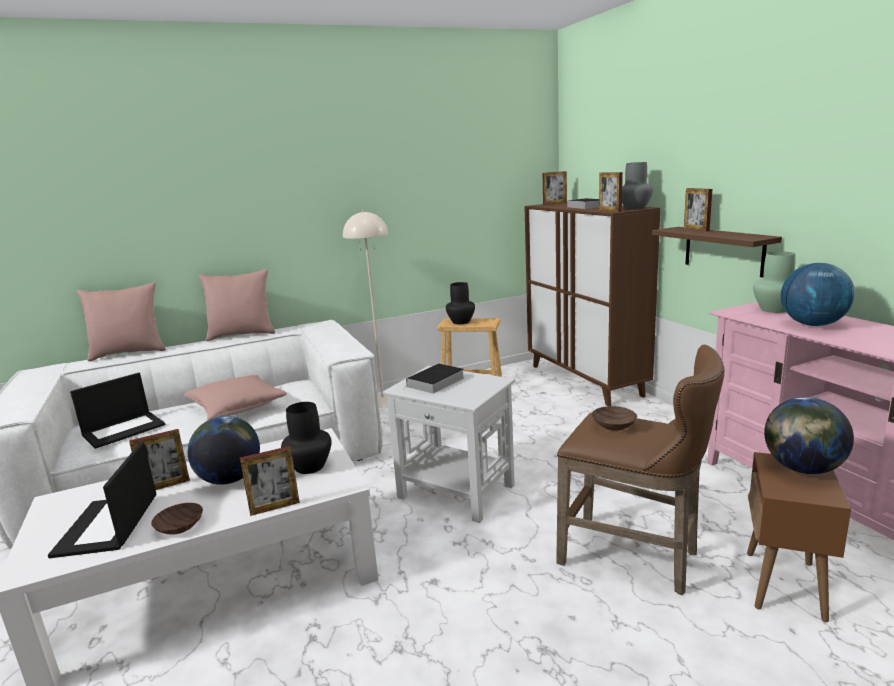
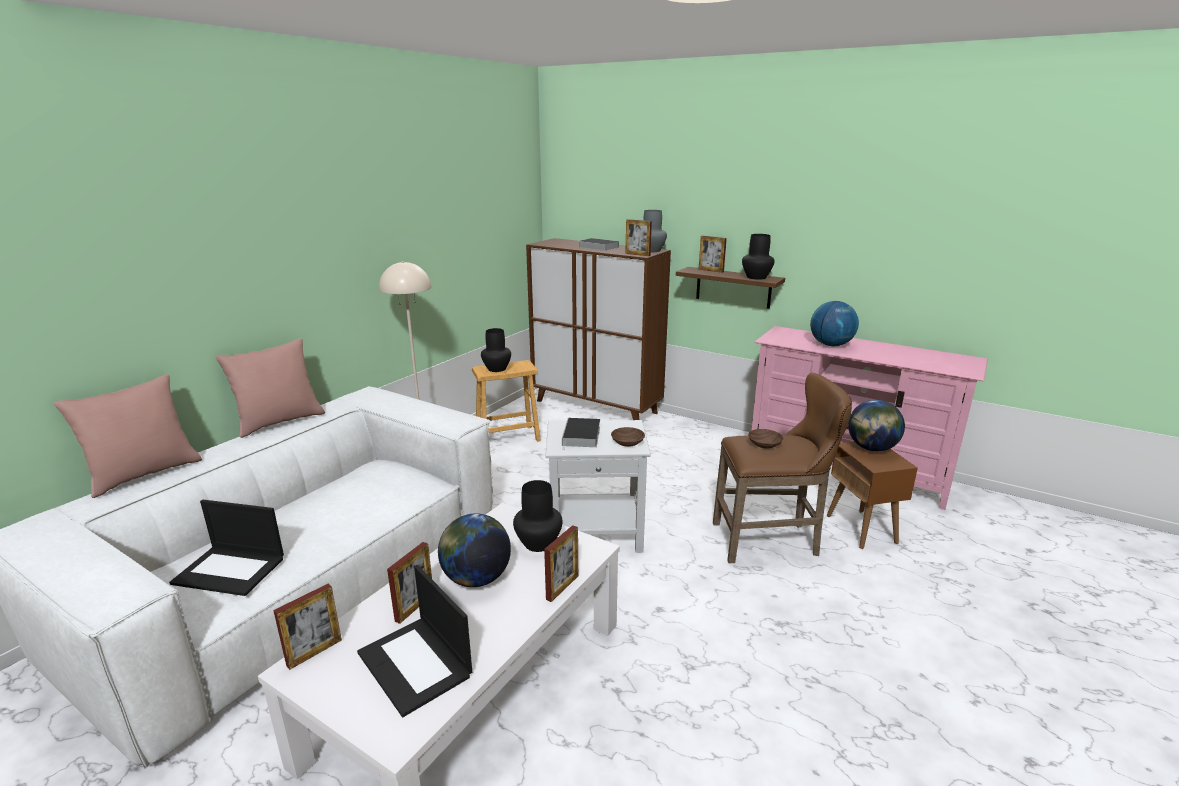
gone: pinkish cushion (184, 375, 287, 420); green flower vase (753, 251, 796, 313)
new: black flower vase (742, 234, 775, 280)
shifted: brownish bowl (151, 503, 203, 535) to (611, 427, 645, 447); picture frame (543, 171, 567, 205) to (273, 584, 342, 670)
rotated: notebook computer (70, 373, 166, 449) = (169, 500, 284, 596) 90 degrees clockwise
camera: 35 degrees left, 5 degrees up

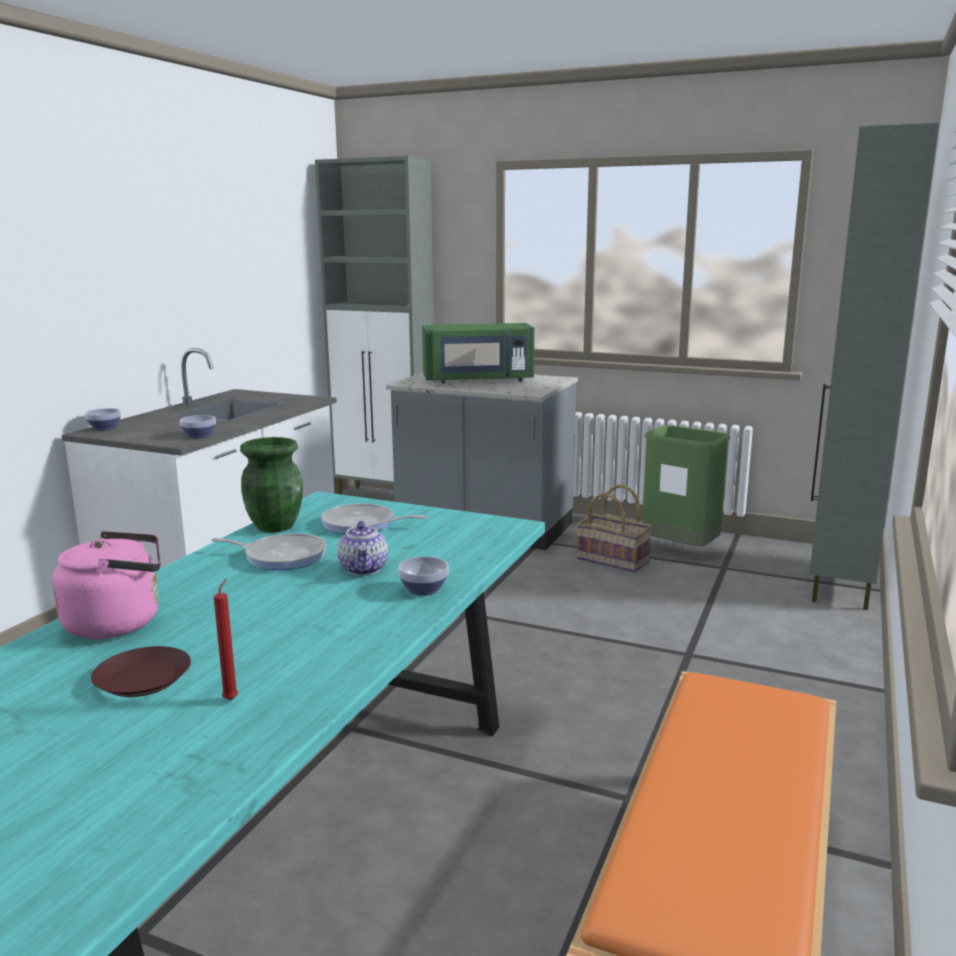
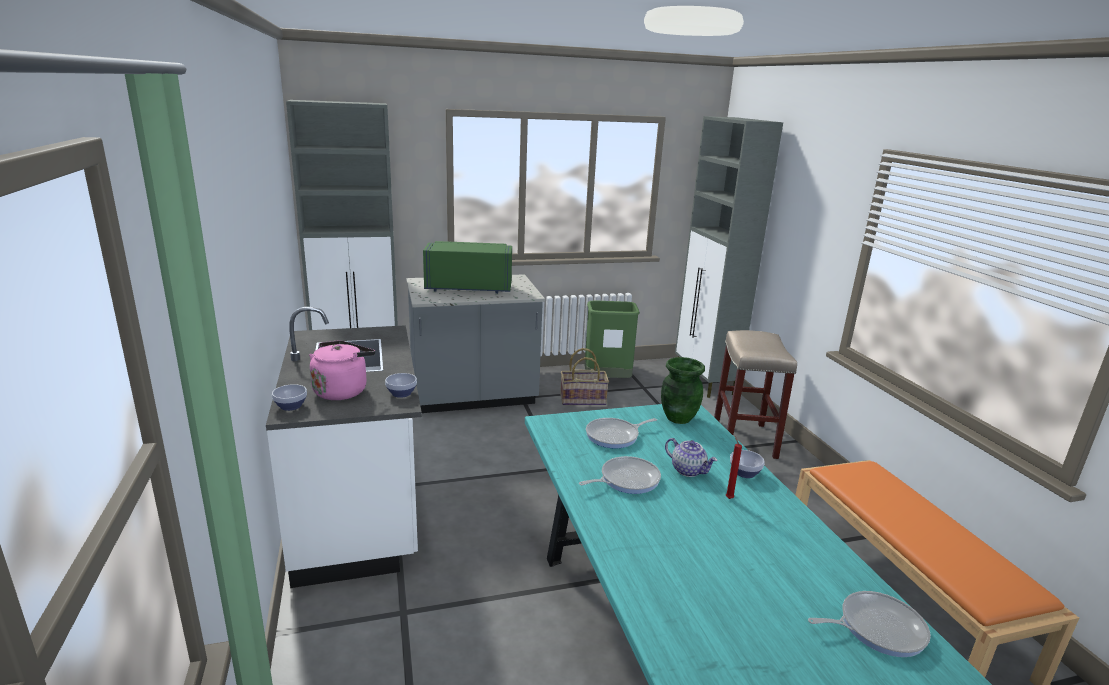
gone: brownish dinner plate (91, 646, 191, 697)
new: beige-coloured stool (714, 330, 797, 459); skillet (808, 591, 931, 657)
shifted: pinkish water kettle (52, 531, 161, 639) to (309, 340, 375, 400); red-coloured wax candle (214, 578, 238, 700) to (726, 436, 742, 499); green flower vase (240, 437, 303, 533) to (661, 357, 705, 424)
rotated: green kitchen microwave (422, 323, 534, 384) = (423, 241, 512, 294) 135 degrees counterclockwise
camera: 40 degrees left, 5 degrees up

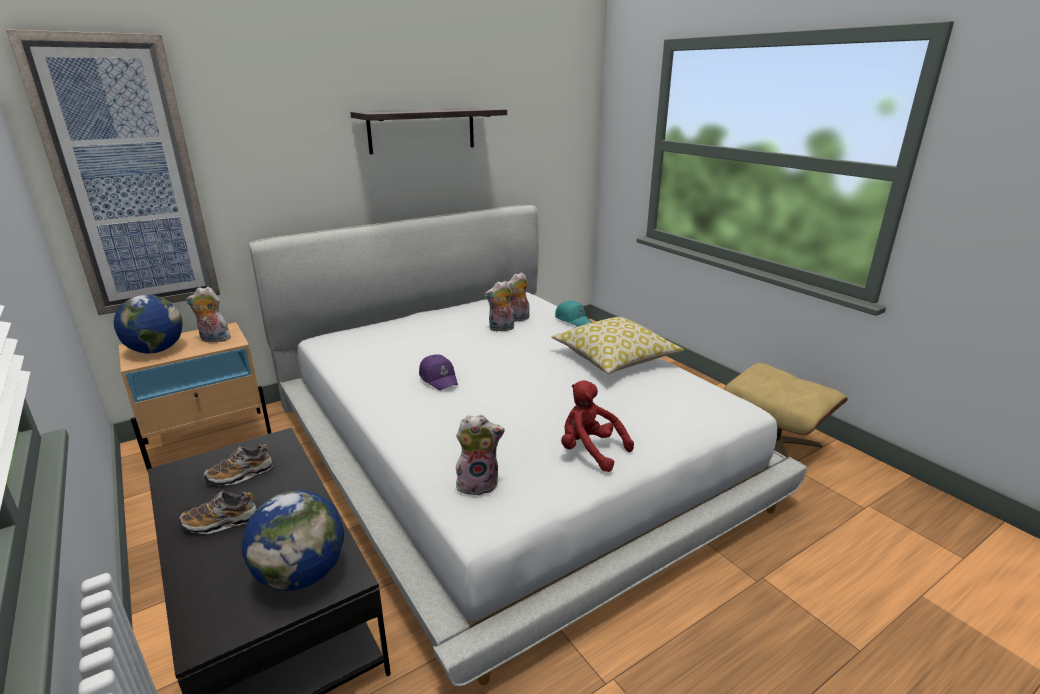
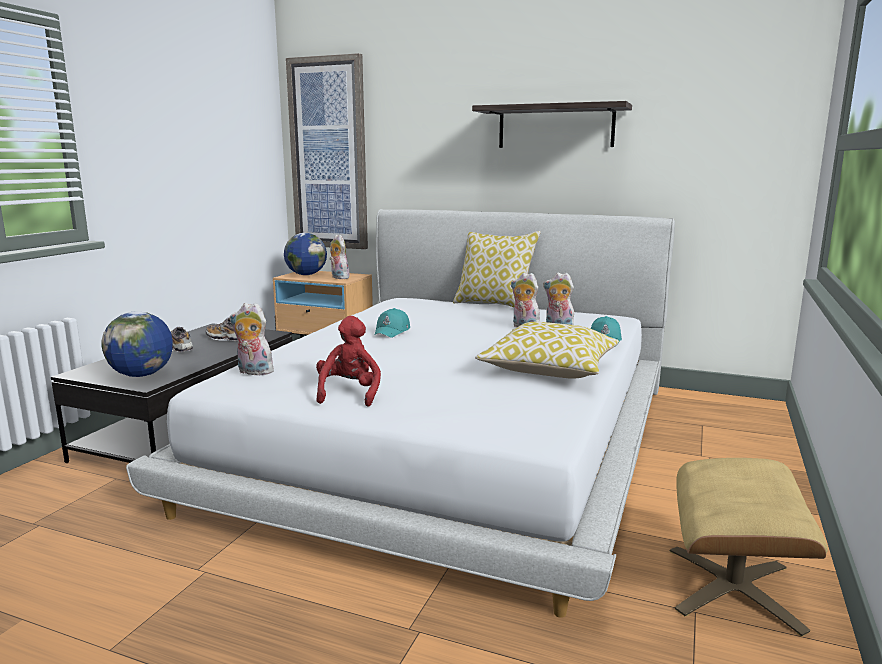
new: cushion (453, 231, 541, 308)
repainted: purple peaked cap (419, 354, 458, 390) to turquoise peaked cap (374, 308, 410, 338)
rotated: cuddly toy (456, 415, 505, 496) = (230, 303, 274, 375) 150 degrees clockwise
camera: 55 degrees right, 10 degrees down

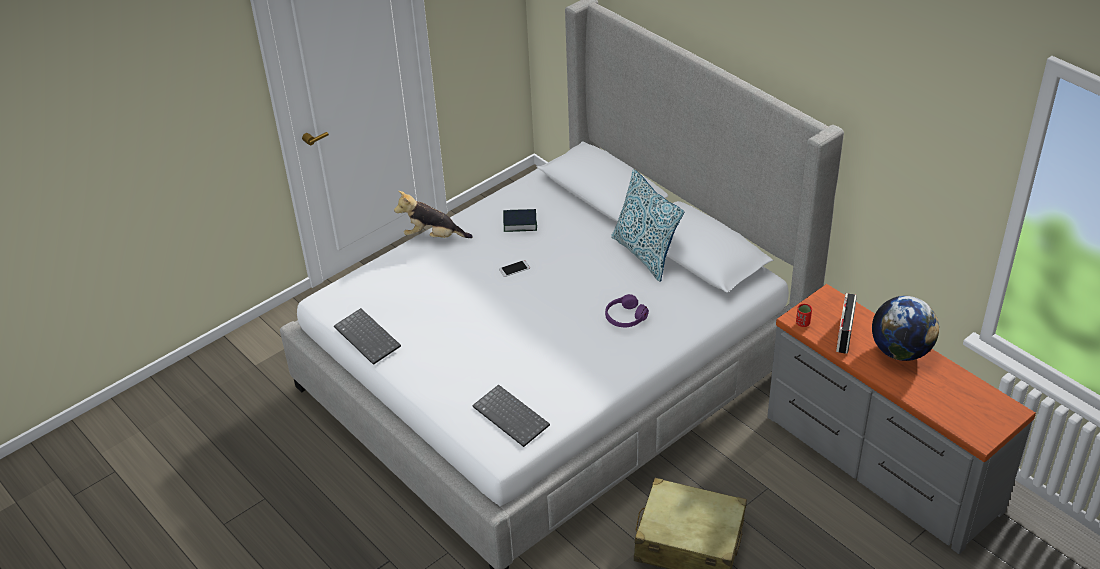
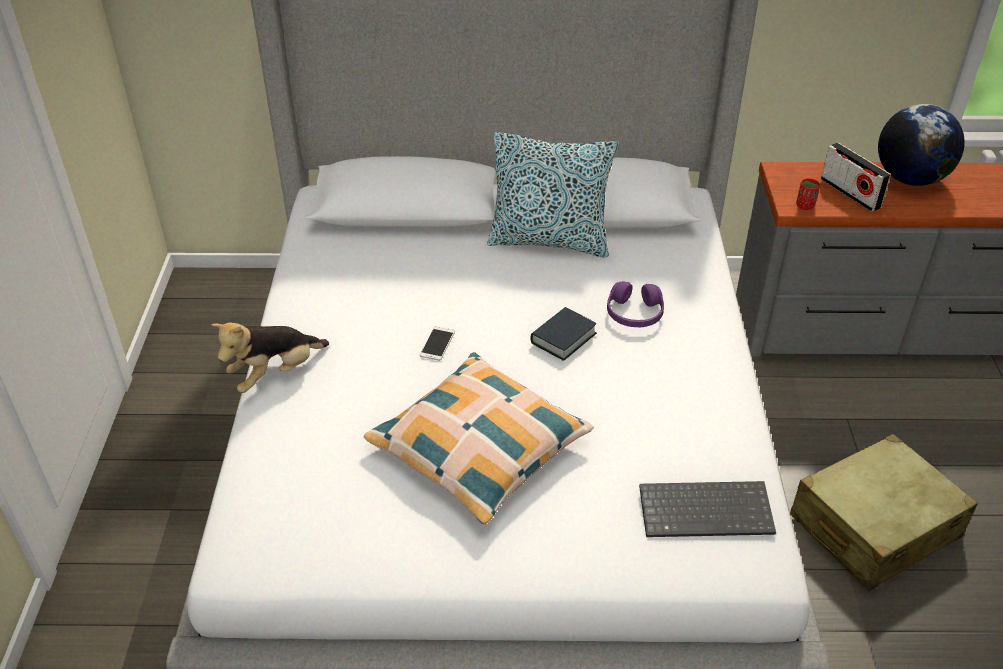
gone: PC keyboard (334, 308, 401, 365)
new: cushion (364, 352, 594, 525)
shifted: bound book (503, 209, 537, 232) to (530, 307, 597, 361)
camera: 50 degrees left, 0 degrees up

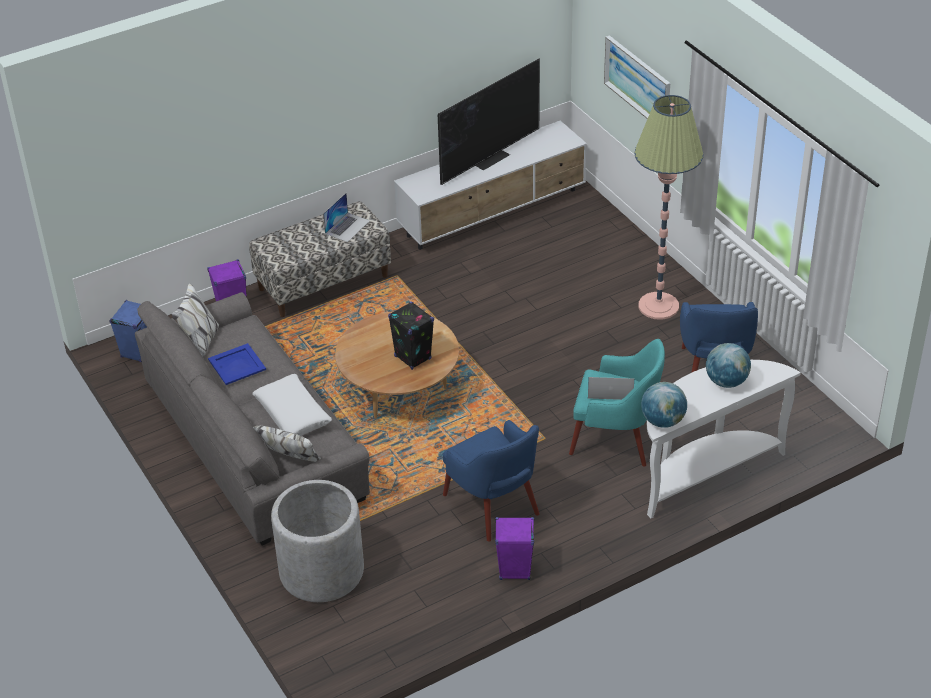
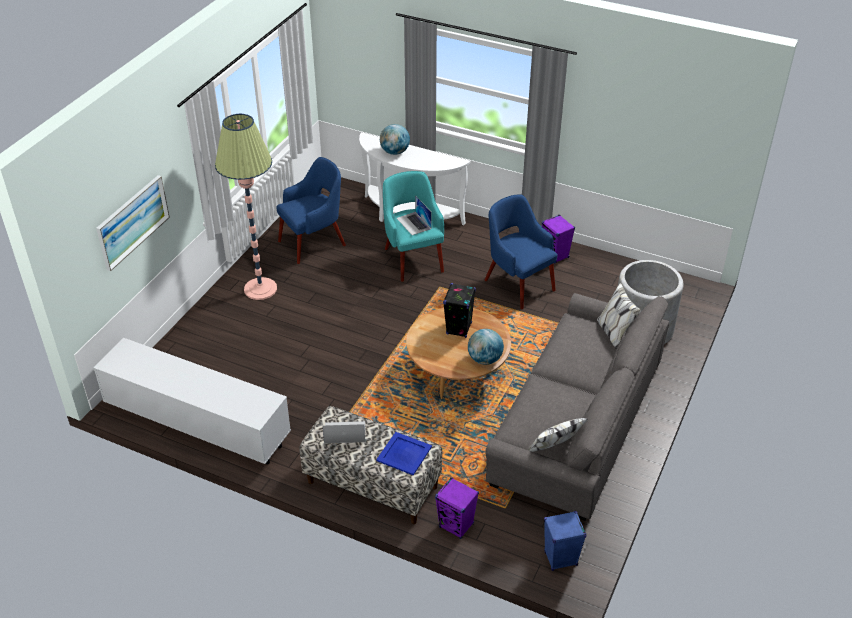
gone: white cushion (252, 374, 332, 436); TV (438, 58, 540, 185)
shifted: bluish tray (208, 343, 266, 385) to (376, 432, 432, 475); world globe (641, 382, 687, 428) to (468, 329, 504, 365)
rotated: bluish armchair (443, 420, 540, 542) = (485, 194, 558, 309) 60 degrees counterclockwise
camera: 125 degrees left, 0 degrees up

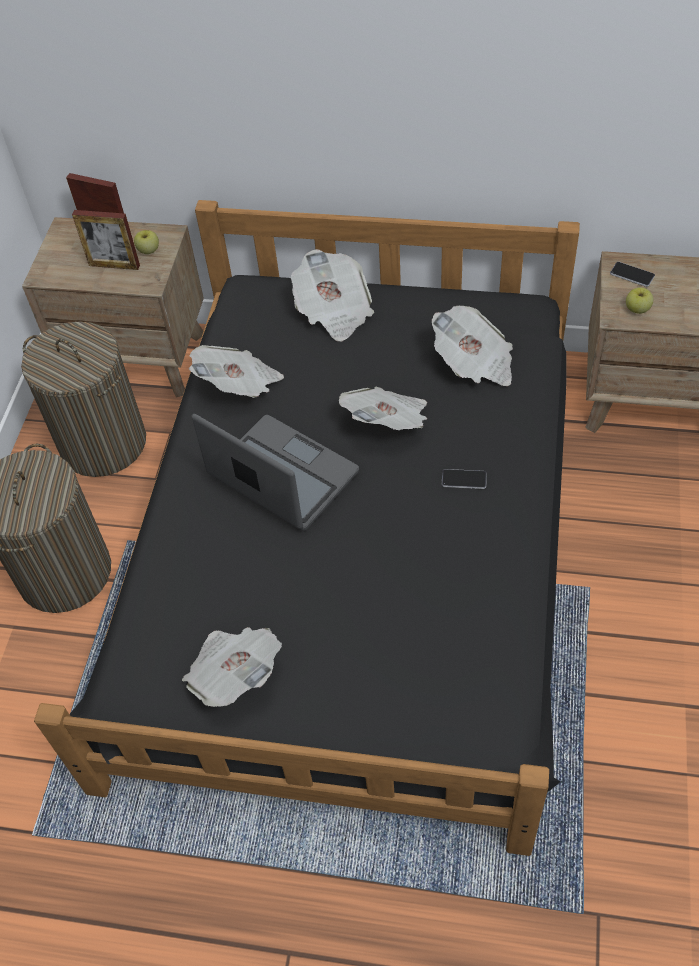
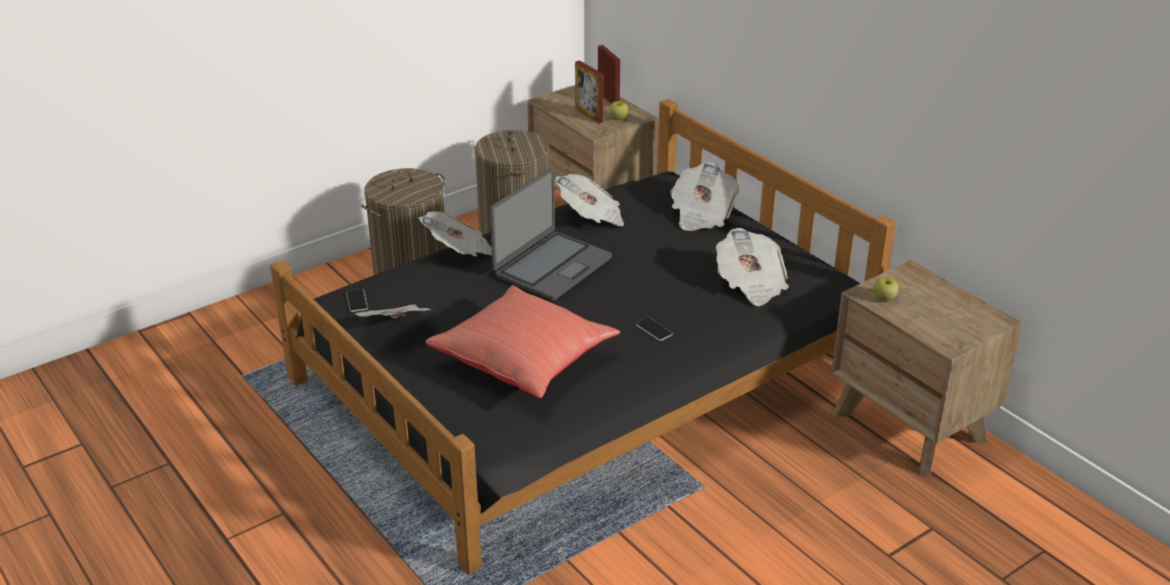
new: red-coloured cushion (425, 285, 620, 398)
shifted: newspaper (339, 387, 427, 430) to (419, 211, 492, 256); handset (610, 262, 655, 287) to (346, 289, 368, 312)
rotated: notebook computer (192, 414, 359, 531) = (490, 168, 612, 301) 45 degrees clockwise
camera: 40 degrees right, 20 degrees down

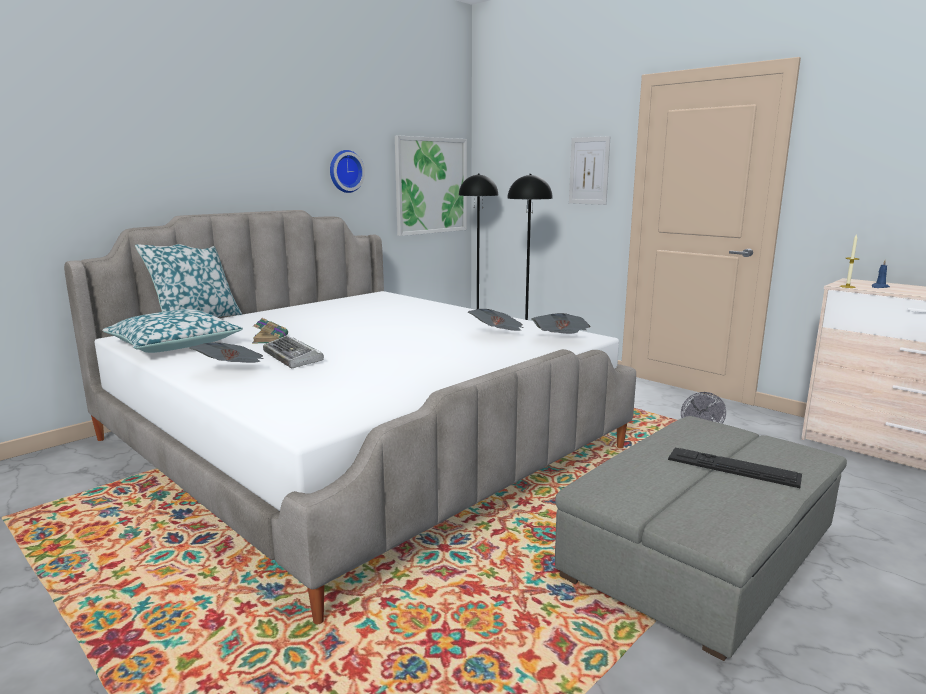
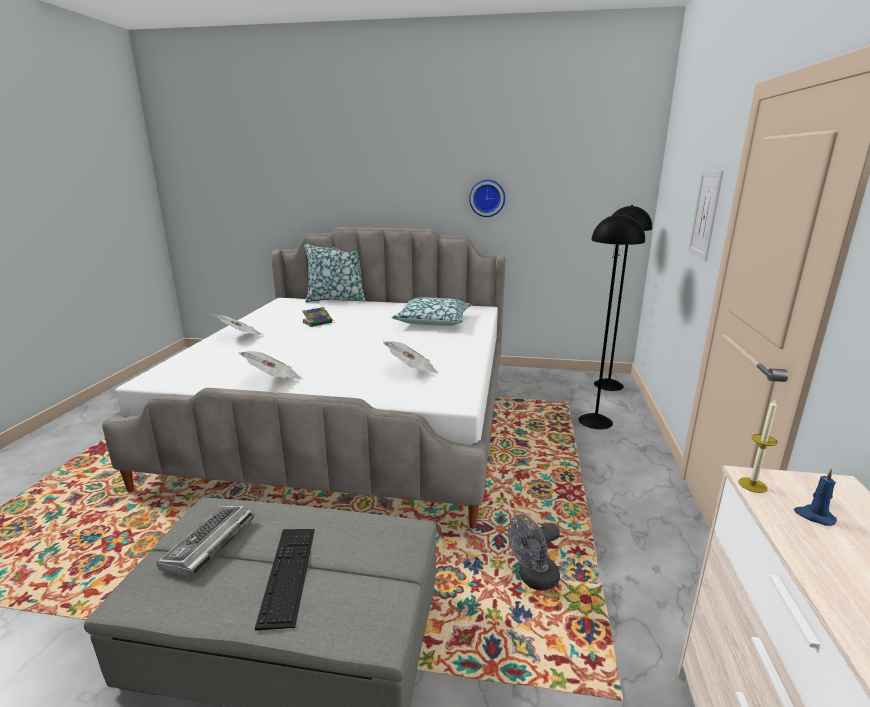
gone: wall art (395, 136, 467, 236)
shifted: cushion (102, 309, 243, 353) to (392, 297, 472, 326); PC keyboard (263, 335, 324, 369) to (157, 506, 254, 577); newspaper (532, 313, 591, 334) to (238, 351, 303, 379)
camera: 55 degrees right, 5 degrees up

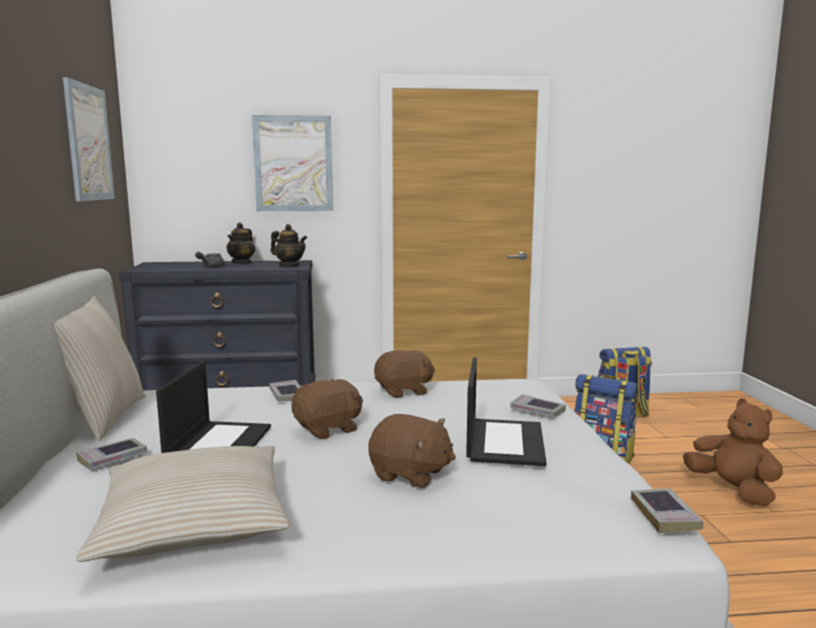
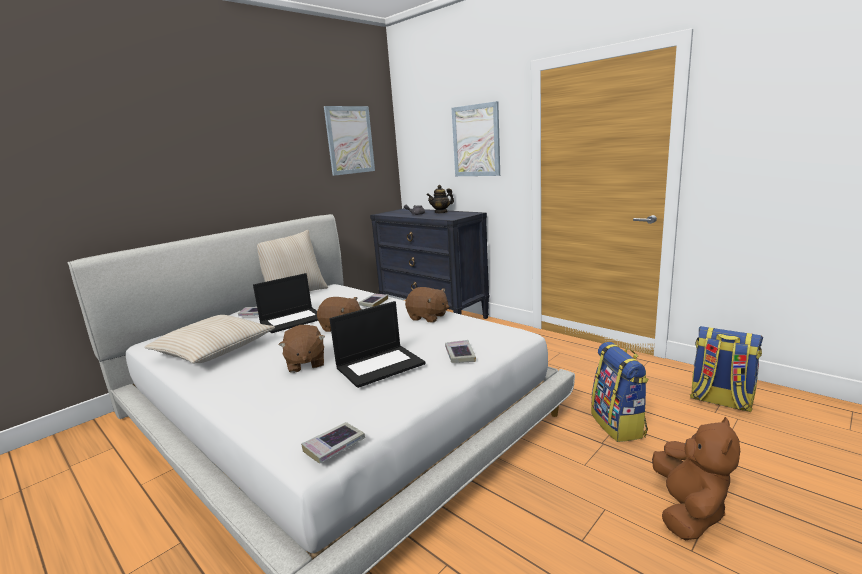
gone: teapot (271, 224, 307, 266)
camera: 50 degrees right, 5 degrees up

